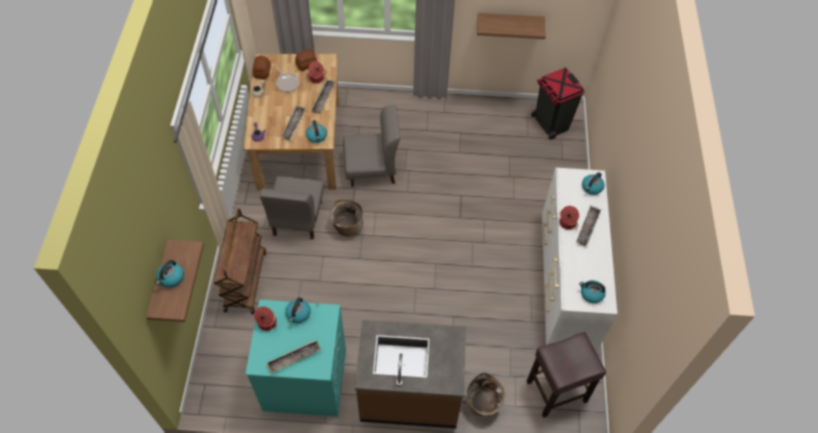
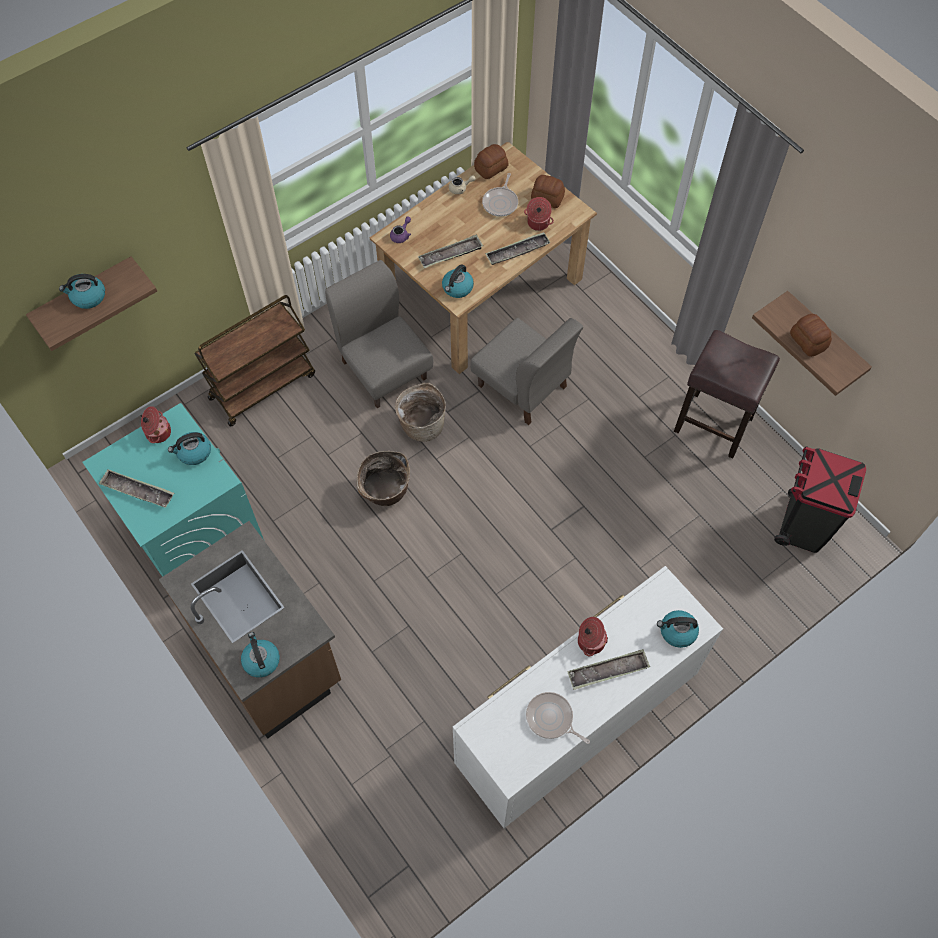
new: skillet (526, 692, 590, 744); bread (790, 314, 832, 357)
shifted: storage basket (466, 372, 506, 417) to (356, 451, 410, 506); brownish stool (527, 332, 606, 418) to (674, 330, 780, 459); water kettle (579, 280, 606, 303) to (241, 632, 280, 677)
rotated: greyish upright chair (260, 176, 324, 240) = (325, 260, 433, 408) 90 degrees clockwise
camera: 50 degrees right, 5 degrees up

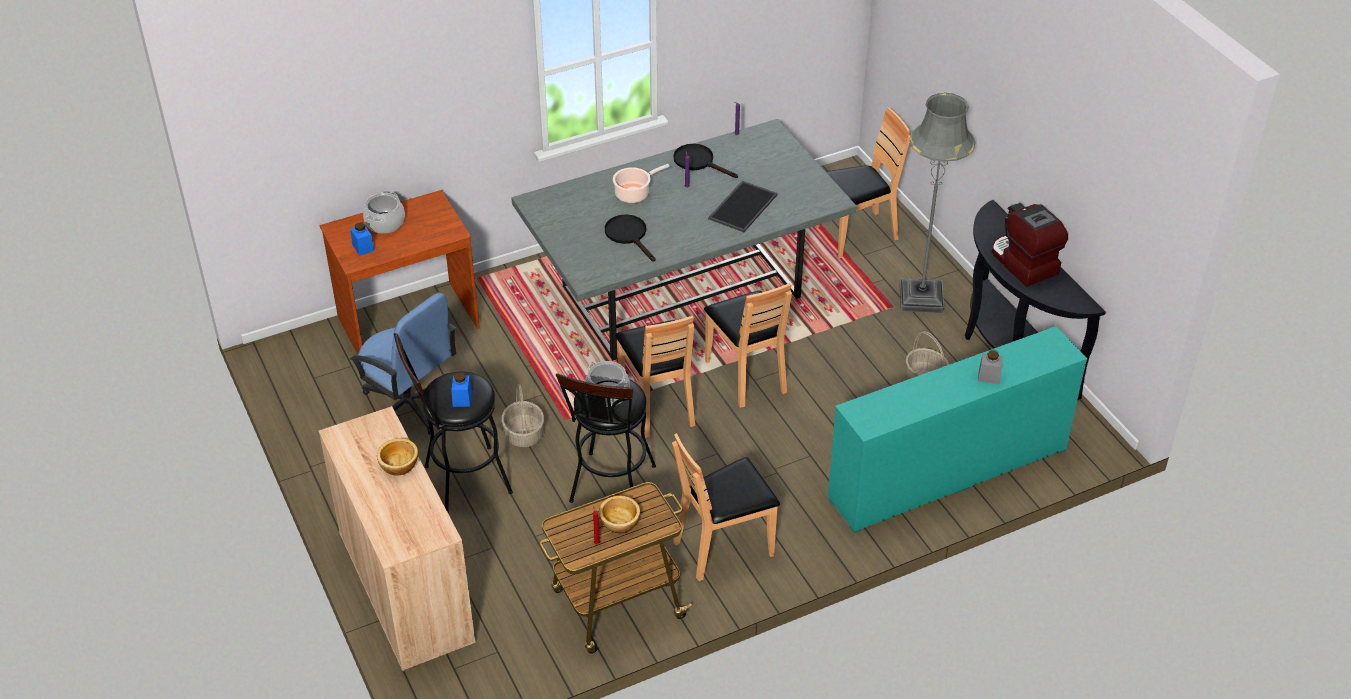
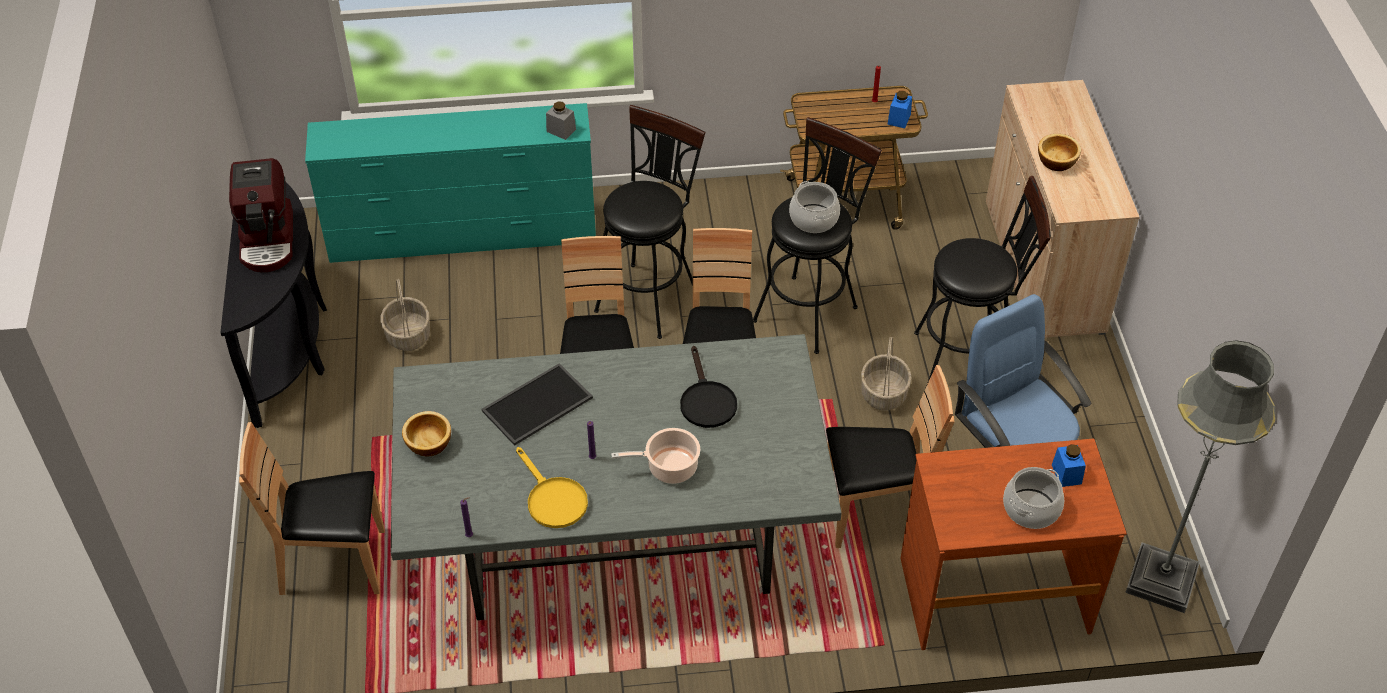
new: black stool (594, 105, 705, 339)
shifted: bluish preserve jar (451, 373, 472, 407) to (888, 91, 912, 128); bowl (599, 496, 640, 533) to (402, 411, 451, 457); brownish upright chair (672, 433, 780, 581) to (826, 365, 955, 548); greyish standard lamp (900, 93, 975, 313) to (1125, 340, 1275, 613); greyish preserve jar (978, 351, 1003, 384) to (546, 101, 576, 140)
repainted: black skillet (673, 144, 738, 178) to yellow-coloured skillet (516, 447, 588, 528)
camera: 160 degrees left, 5 degrees up

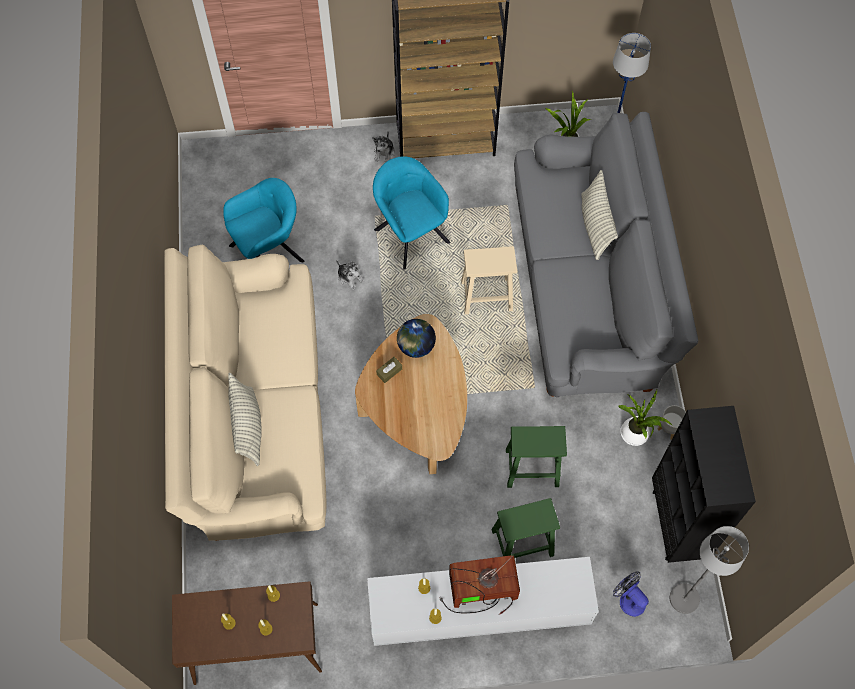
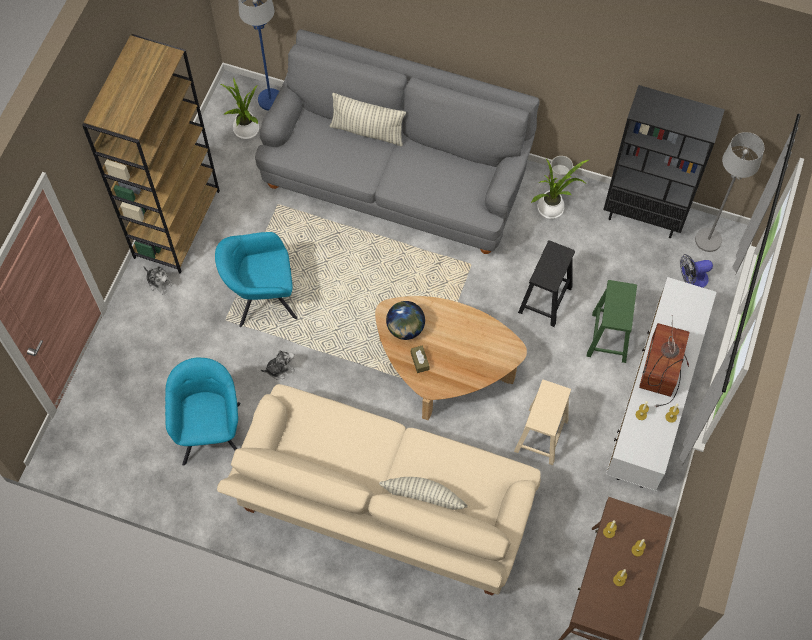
shifted: beige-coloured stool (461, 246, 517, 314) to (514, 380, 571, 465)
repainted: green stool (506, 426, 567, 488) to black stool (518, 240, 575, 327)
camera: 65 degrees left, 0 degrees up

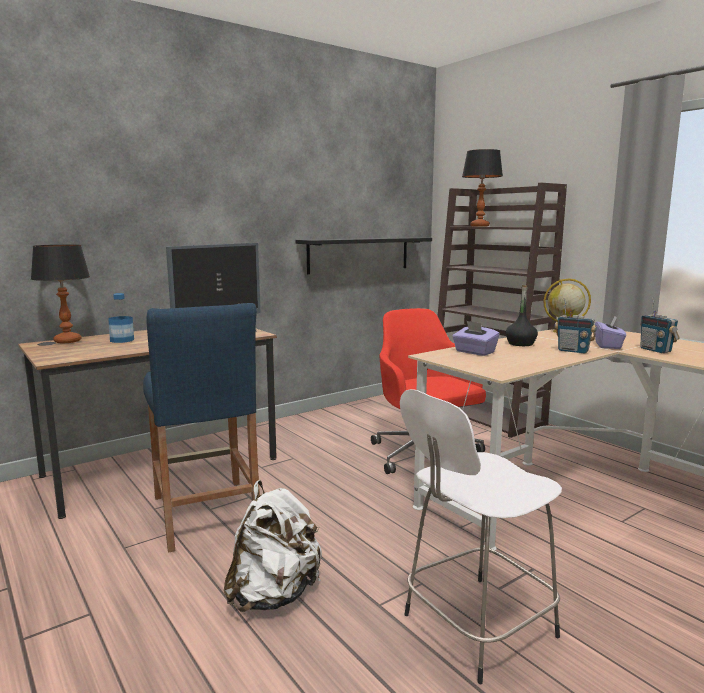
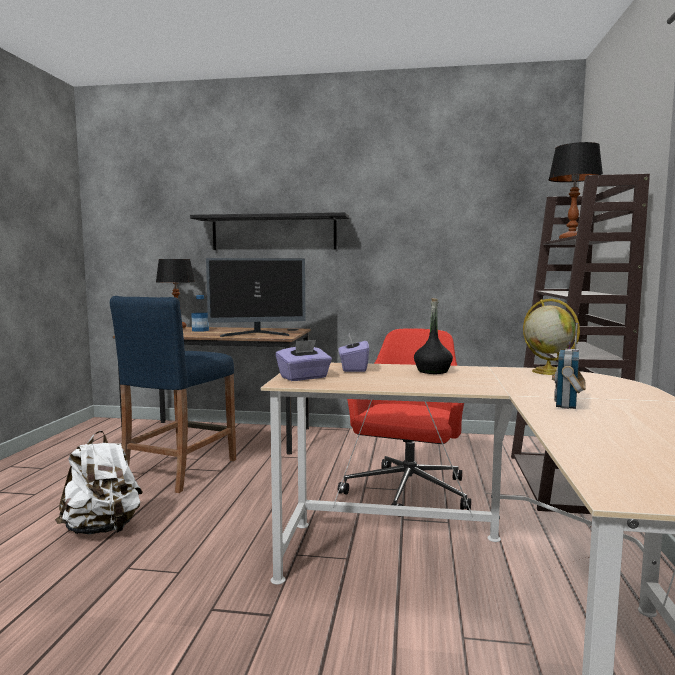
gone: white stool (400, 389, 562, 684); radio (555, 298, 597, 353)
shifted: black shelf (295, 237, 432, 274) to (190, 212, 349, 250); purple box of tissues (595, 316, 626, 349) to (276, 340, 332, 381)
camera: 45 degrees right, 5 degrees down

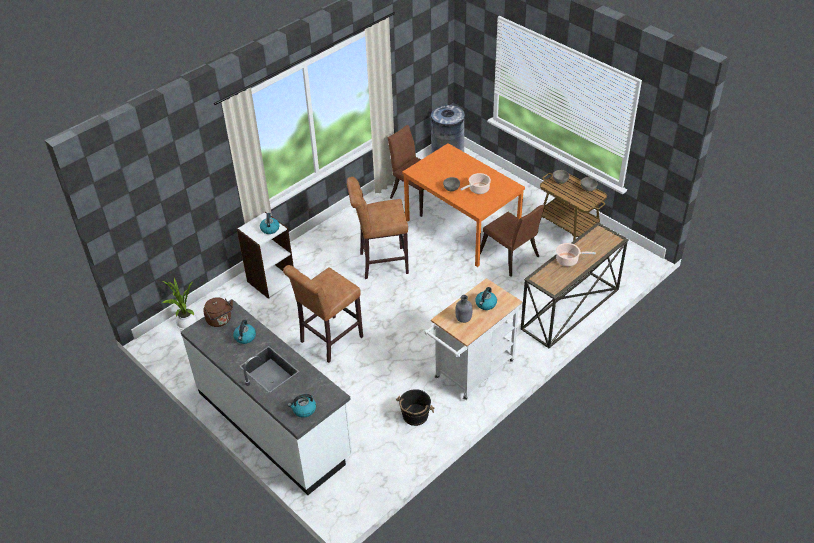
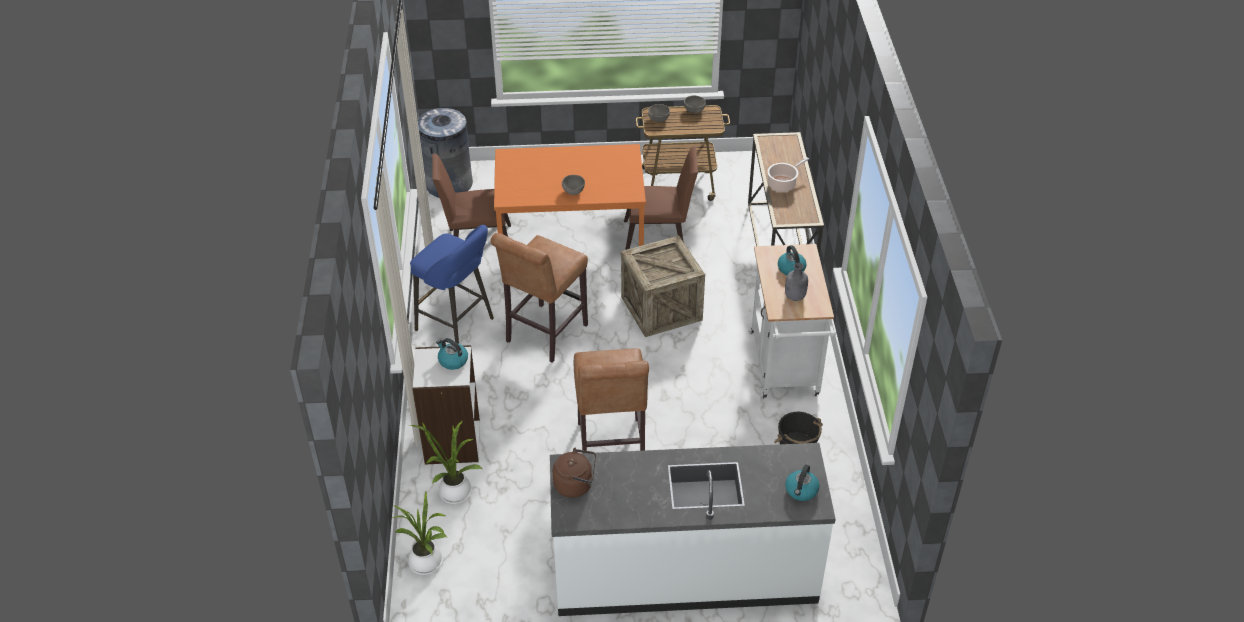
gone: water kettle (233, 320, 256, 344); stockpot (460, 173, 491, 194)
new: plant in a pot (409, 420, 482, 504); bluish stool (410, 225, 494, 344); crate (621, 235, 705, 337)
camera: 50 degrees left, 0 degrees up

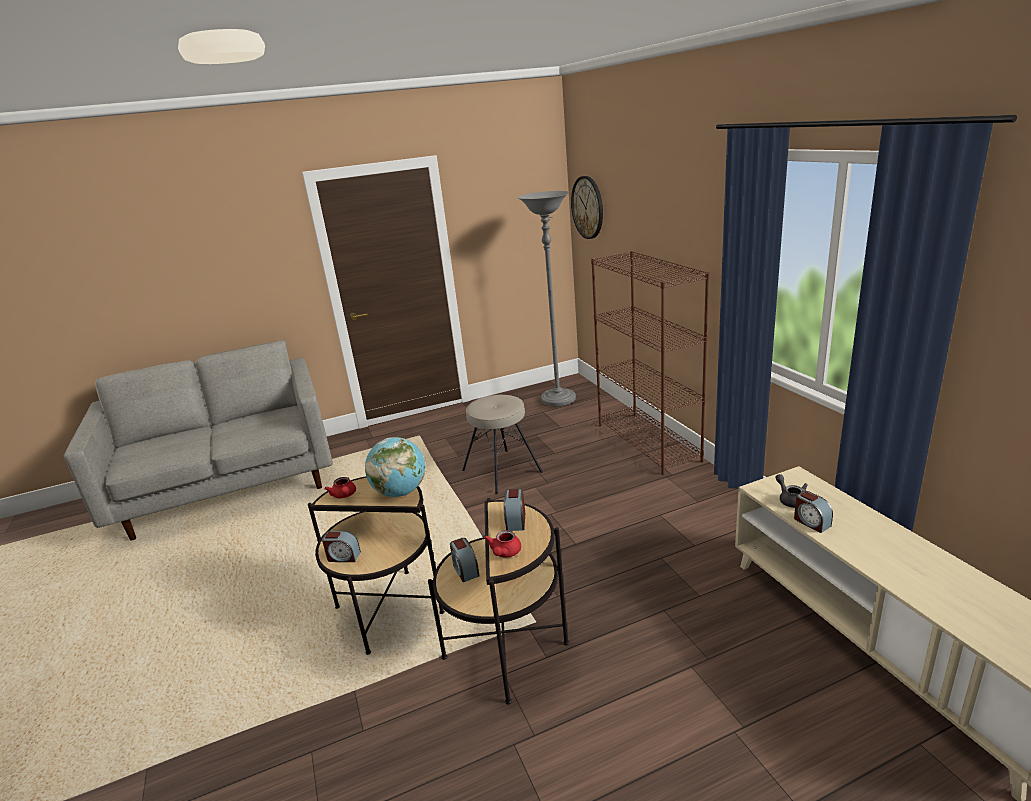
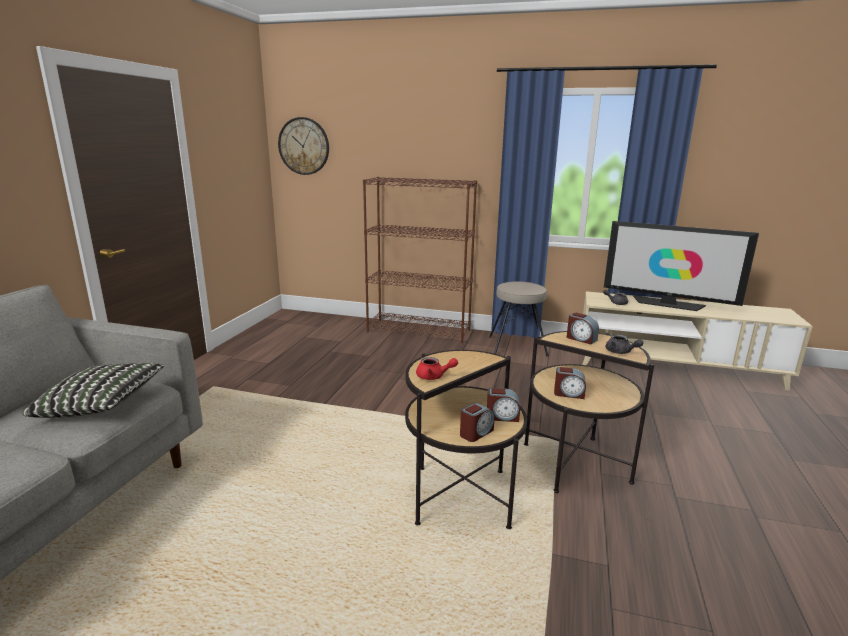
gone: world globe (365, 437, 425, 497); greyish standard lamp (517, 191, 576, 407)
new: cushion (23, 363, 165, 418); TV (604, 221, 759, 311)
shifted: beige-coloured stool (462, 395, 543, 494) to (489, 281, 548, 357); table clock (794, 491, 833, 533) to (487, 388, 520, 422)
repainted: red-coloured teapot (484, 530, 521, 557) to greyish teapot (606, 334, 643, 354)
camera: 55 degrees left, 5 degrees down

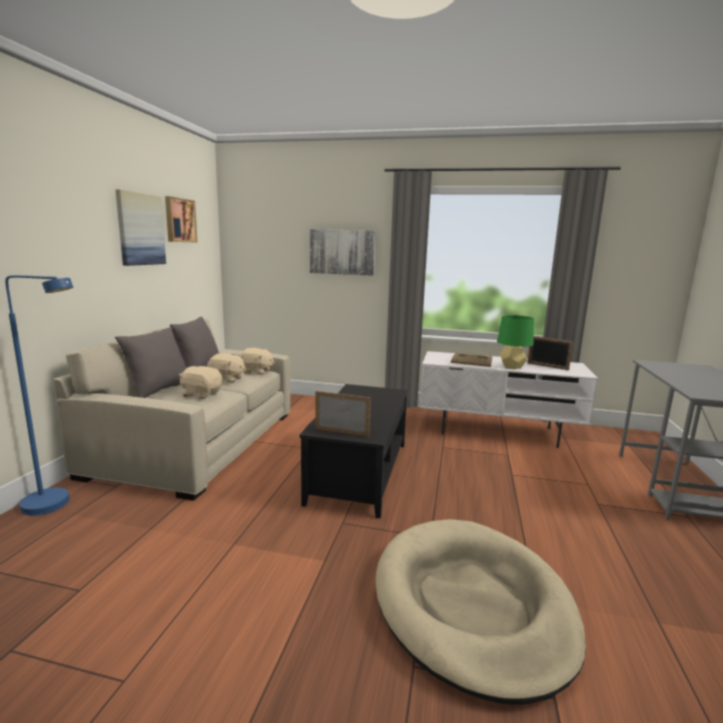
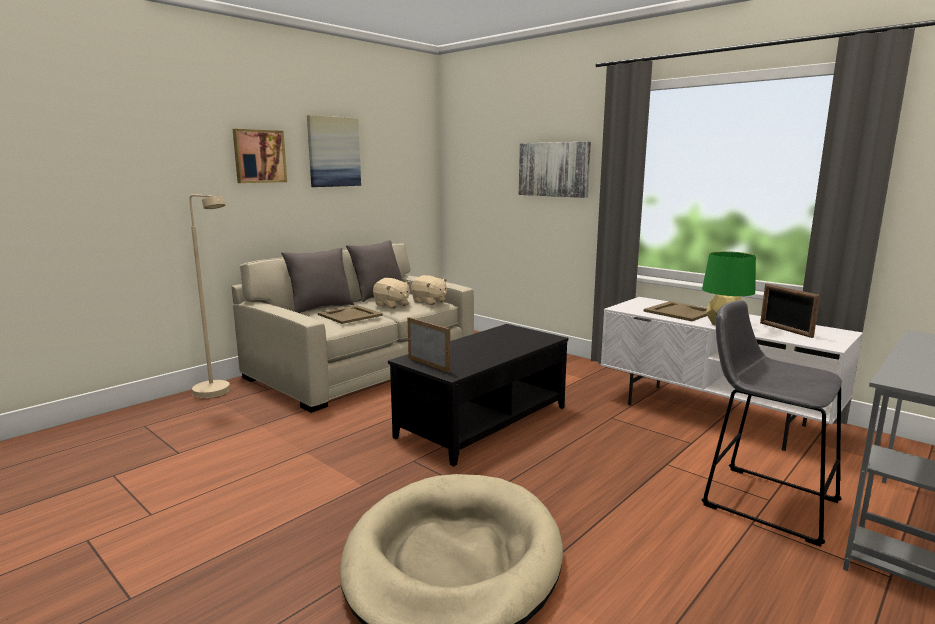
new: greyish stool (702, 300, 842, 547)
shifted: wall art (165, 196, 198, 243) to (233, 129, 287, 183)
swapped: beige-coloured cuddly toy (179, 366, 222, 399) to beige-coloured tray (318, 305, 383, 324)
repainted: bluish standard lamp (5, 275, 73, 516) to beige-coloured standard lamp (189, 194, 230, 398)
camera: 30 degrees right, 0 degrees up

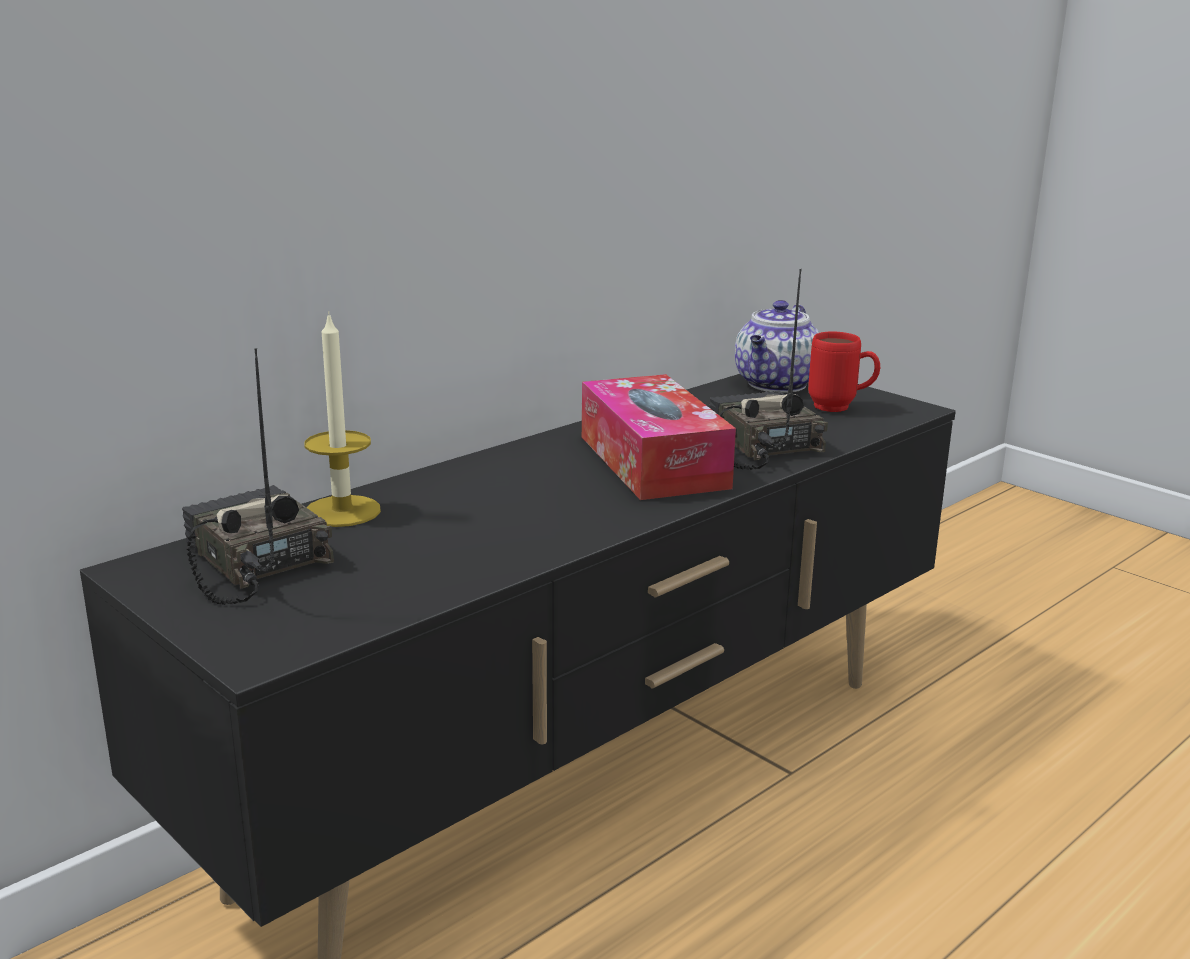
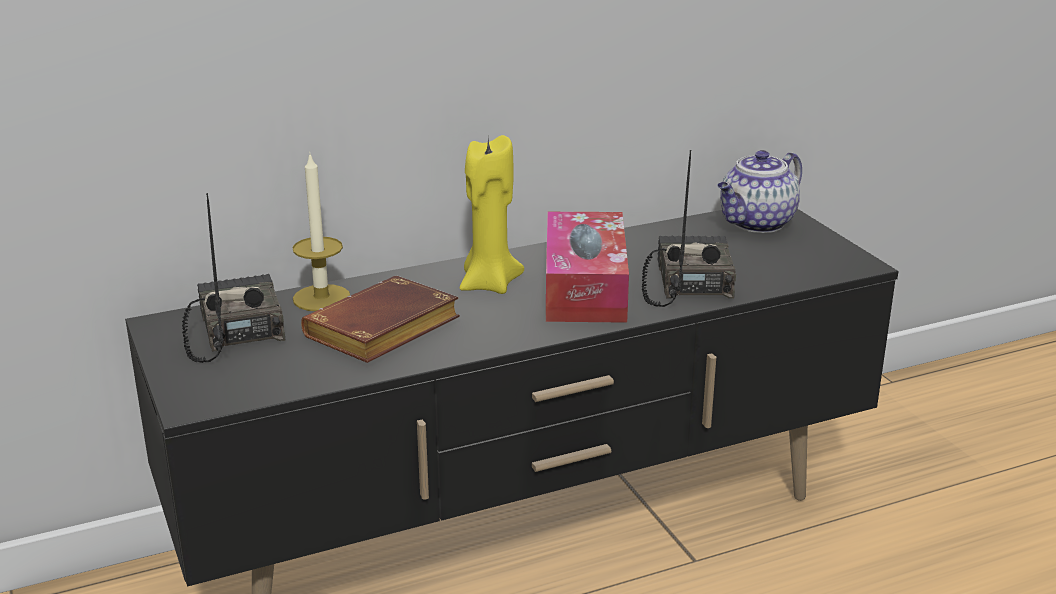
gone: red-coloured tea mug (808, 332, 880, 412)
new: brownish bound book (301, 276, 460, 363); yellow-coloured wax candle (460, 135, 524, 294)
camera: 20 degrees right, 5 degrees up

